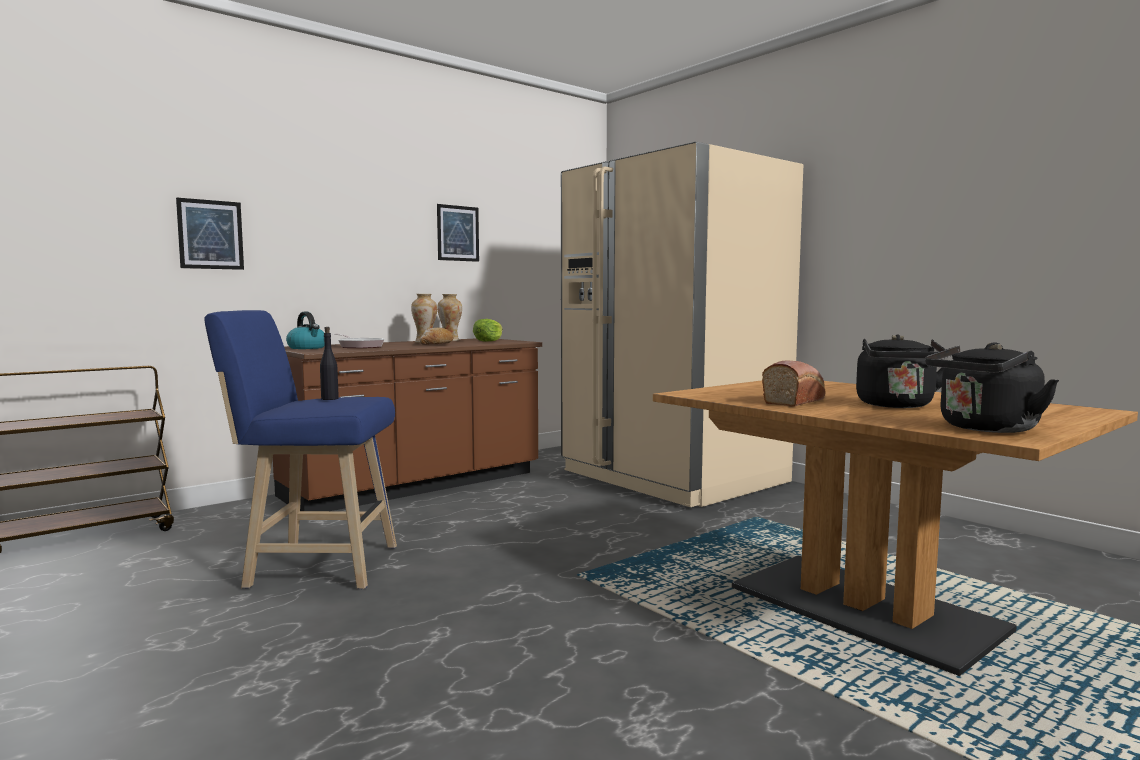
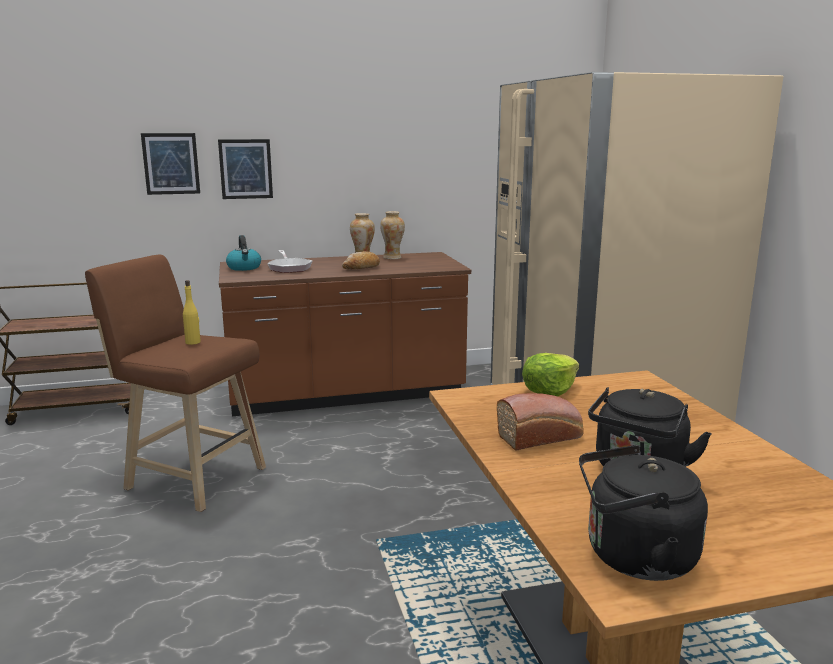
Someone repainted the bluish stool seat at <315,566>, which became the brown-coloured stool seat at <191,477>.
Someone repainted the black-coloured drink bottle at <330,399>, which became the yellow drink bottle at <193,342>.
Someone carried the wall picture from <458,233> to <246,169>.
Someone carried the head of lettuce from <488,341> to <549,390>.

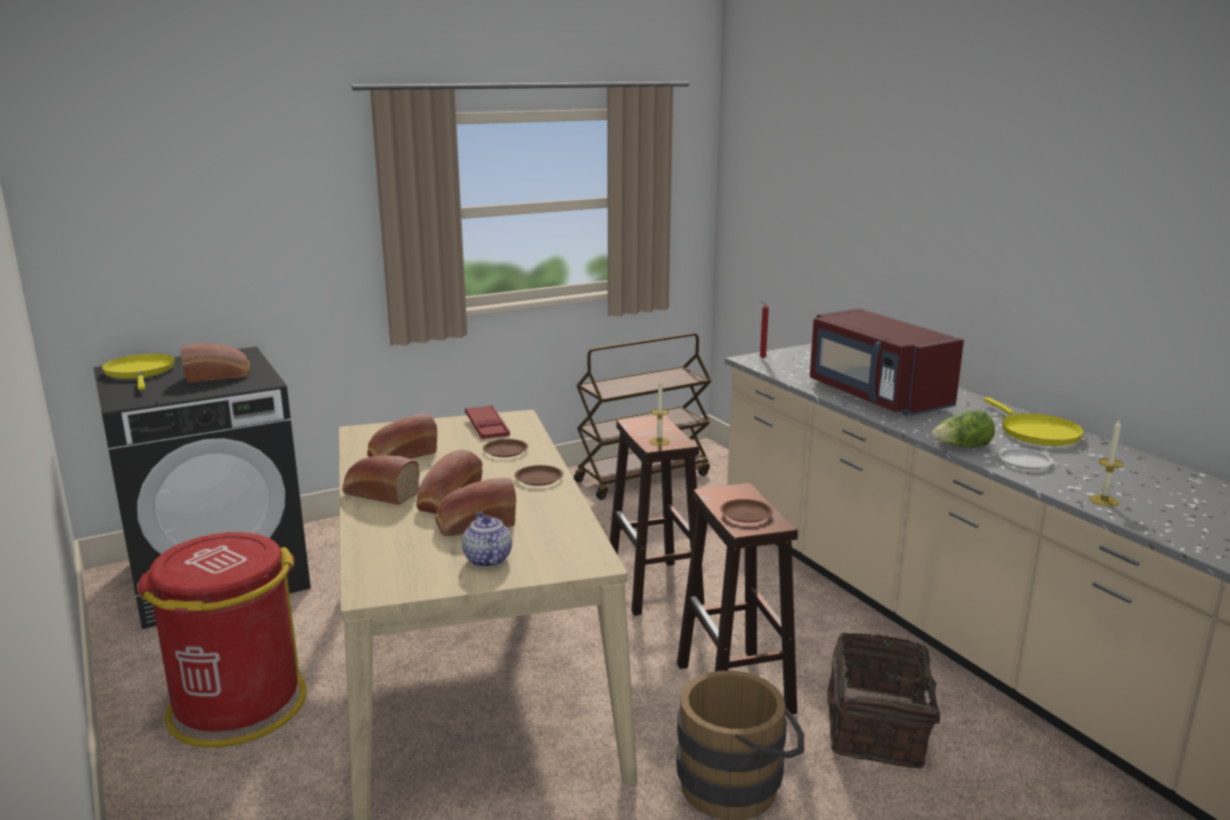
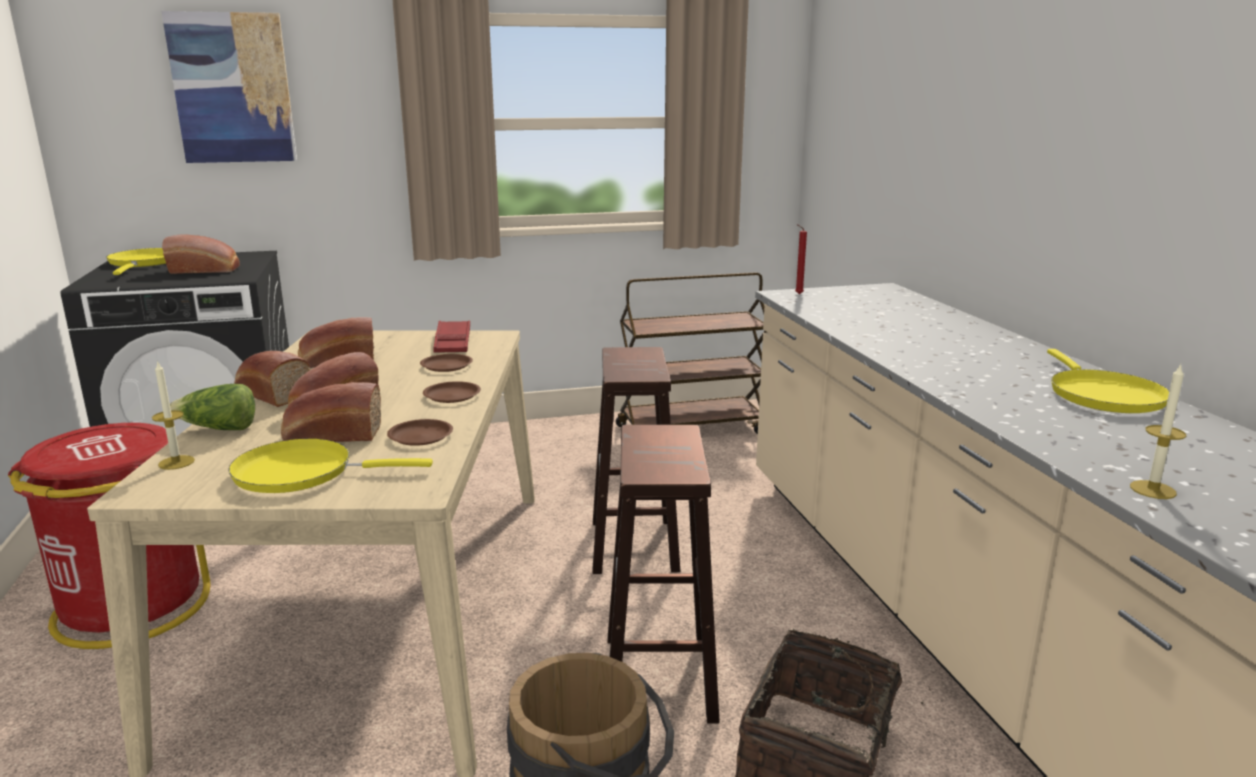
Someone carried the wax candle from <659,441> to <176,462>.
Someone put up the wall picture at <232,88>.
Someone carried the head of lettuce from <961,447> to <218,429>.
Someone swapped the pot for tea at <487,559> for the yellow frying pan at <302,473>.
Someone carried the brown-coloured plate from <746,514> to <421,436>.
Someone took away the red kitchen microwave at <875,396>.
Someone took away the whitish plate at <1025,462>.

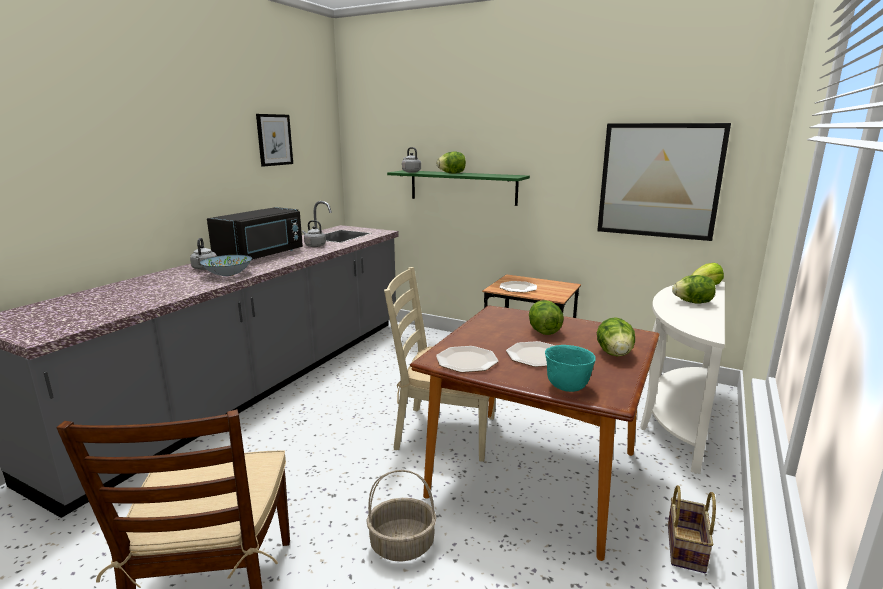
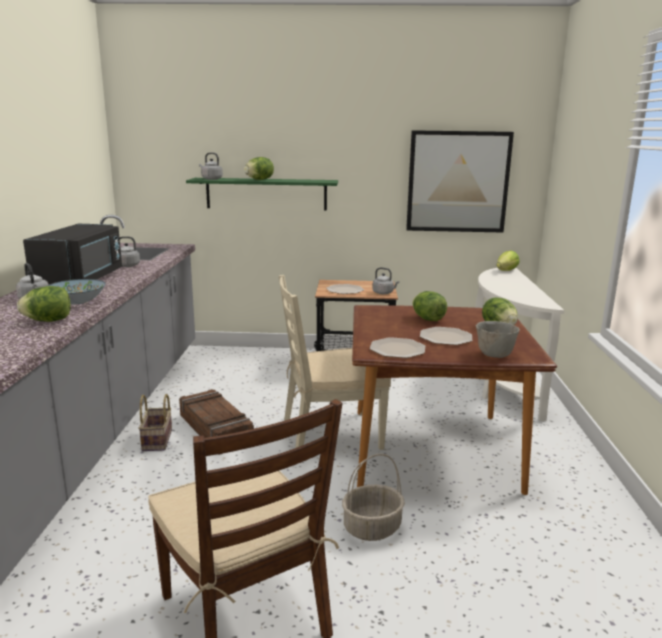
Someone carried the head of lettuce from <692,302> to <48,321>.
Someone carried the storage basket from <687,549> to <158,440>.
Someone put down the shipping crate at <216,429>.
Someone put down the greyish kettle at <384,293>.
Someone repainted the turquoise serving bowl at <566,386>, which became the greyish serving bowl at <493,355>.
Someone took away the wall picture at <274,140>.

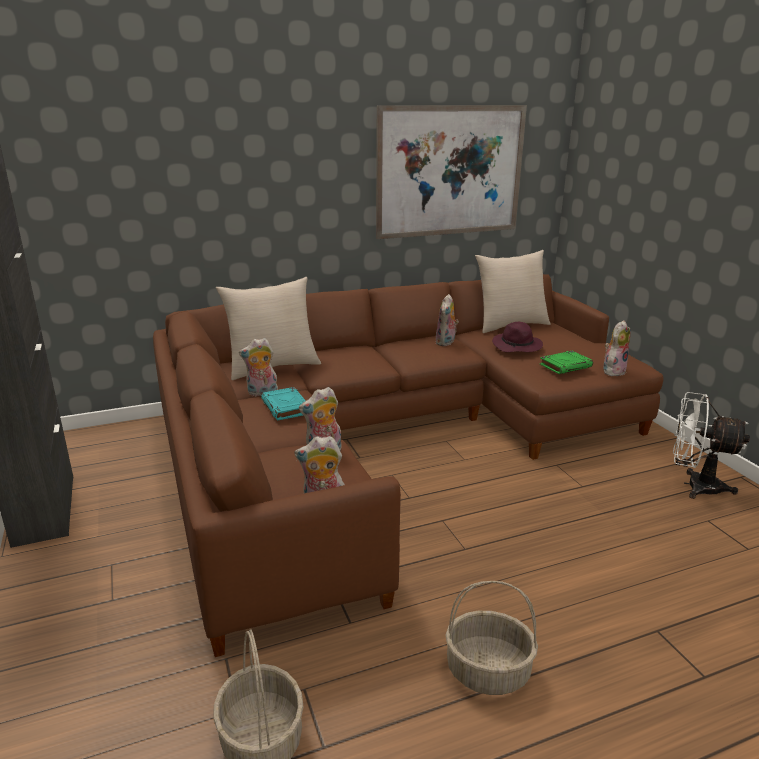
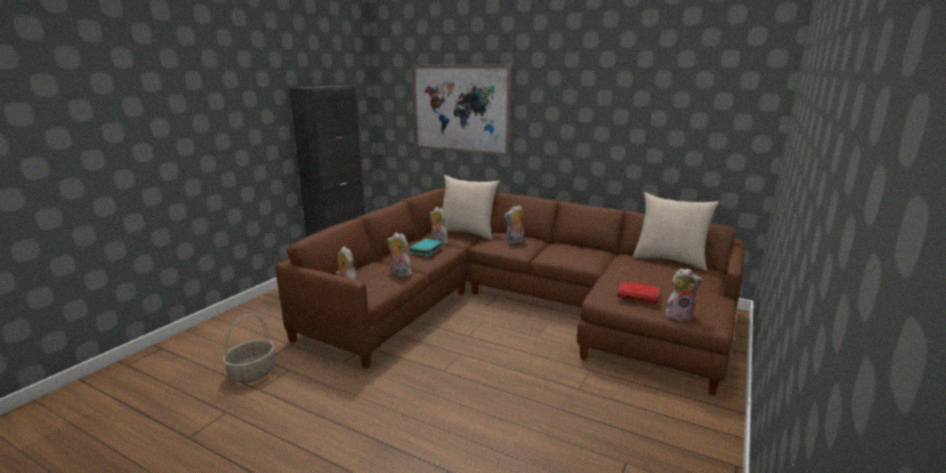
Someone carried the wall picture from <450,171> to <460,109>.
Someone carried the cuddly toy from <446,343> to <514,241>.
Someone repainted the green-coloured bound book at <565,366>, which became the red bound book at <638,295>.
Someone took away the storage basket at <487,672>.
Someone took away the purple-coloured wearable hat at <517,346>.
Someone took away the whitish fan at <694,485>.

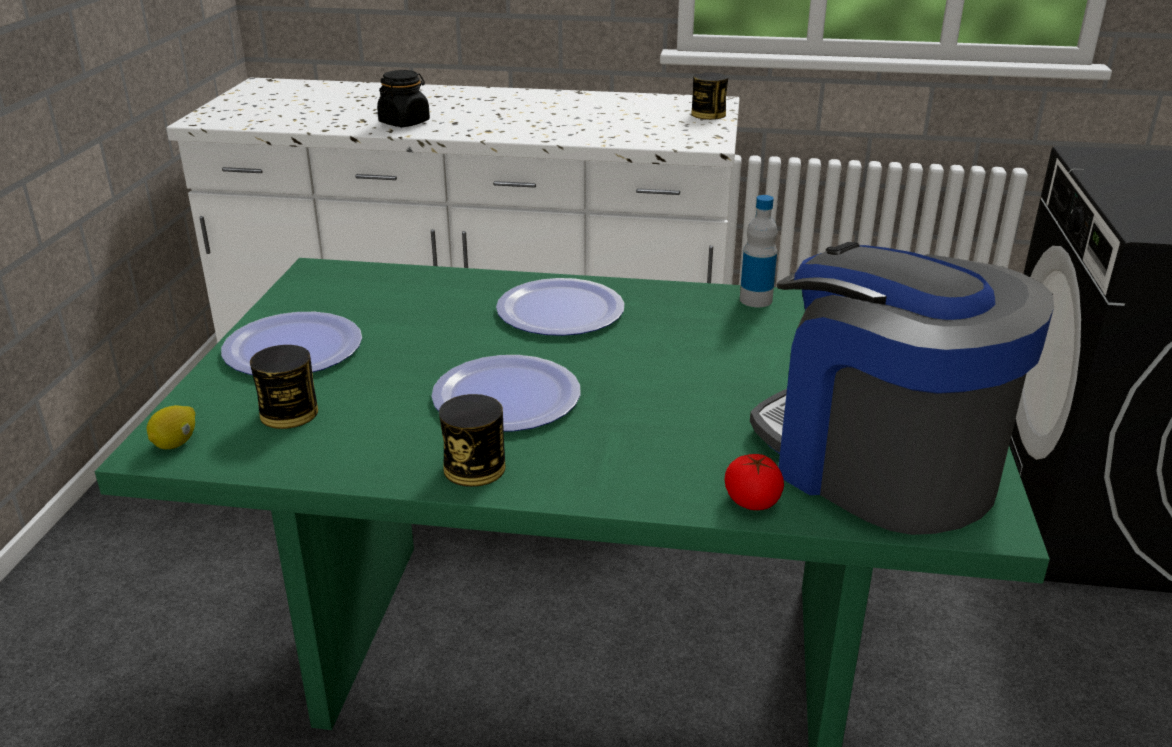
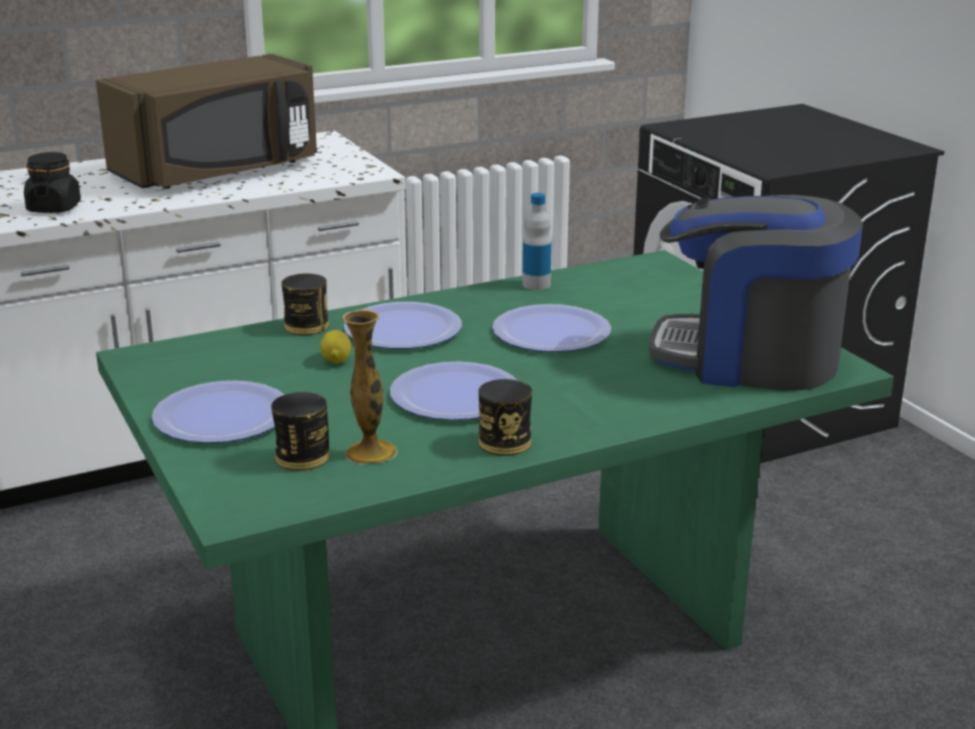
Someone put down the brown-coloured kitchen microwave at <220,171>.
Someone carried the sealed can from <708,114> to <306,326>.
Someone carried the citrus fruit from <176,443> to <336,360>.
Someone put down the flower vase at <371,452>.
Someone put down the plate at <551,332>.
Someone took away the tomato at <752,501>.

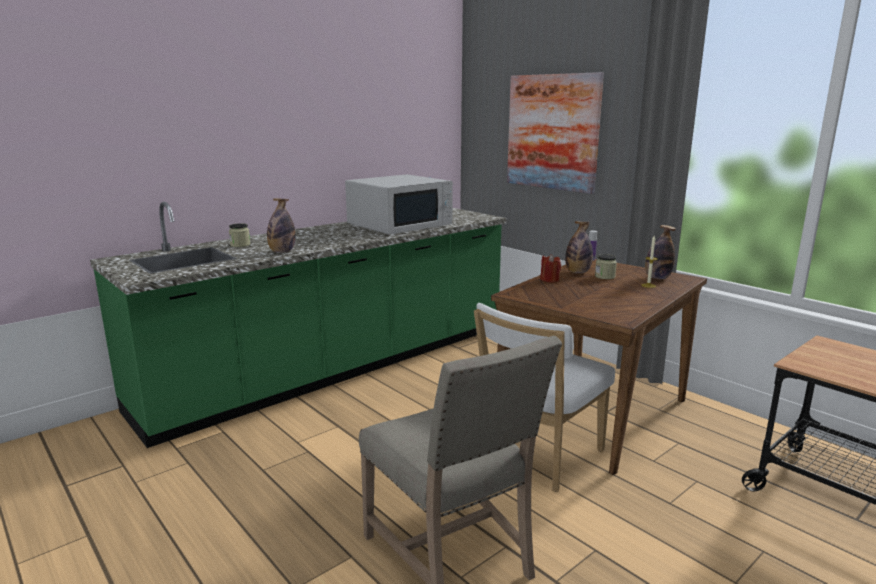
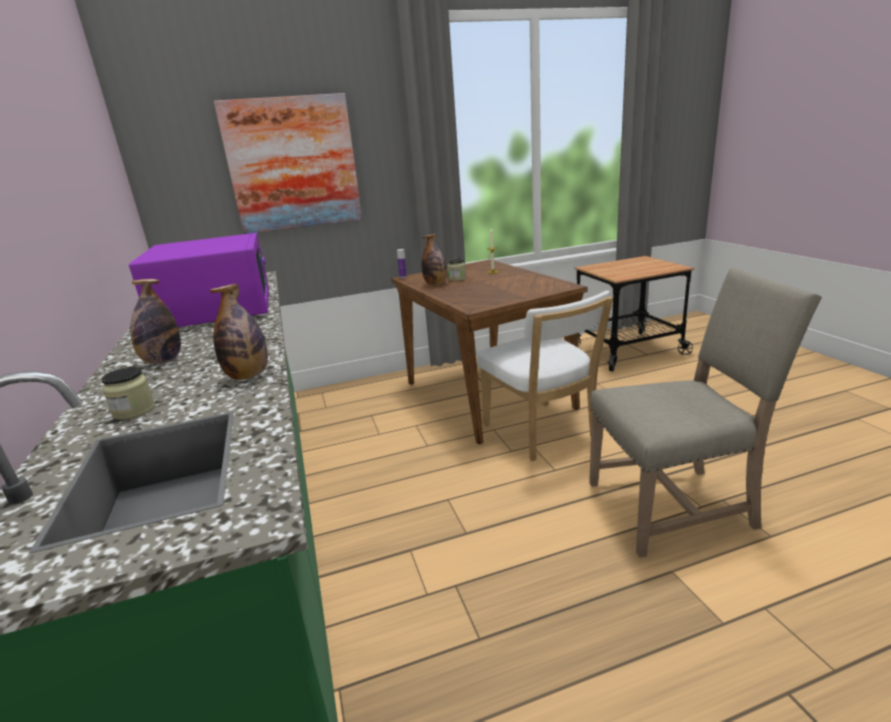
Someone repainted the whitish kitchen microwave at <400,225>, which became the purple-coloured kitchen microwave at <217,309>.
Someone carried the drink bottle from <657,278> to <163,361>.
Someone took away the red wax candle at <549,280>.

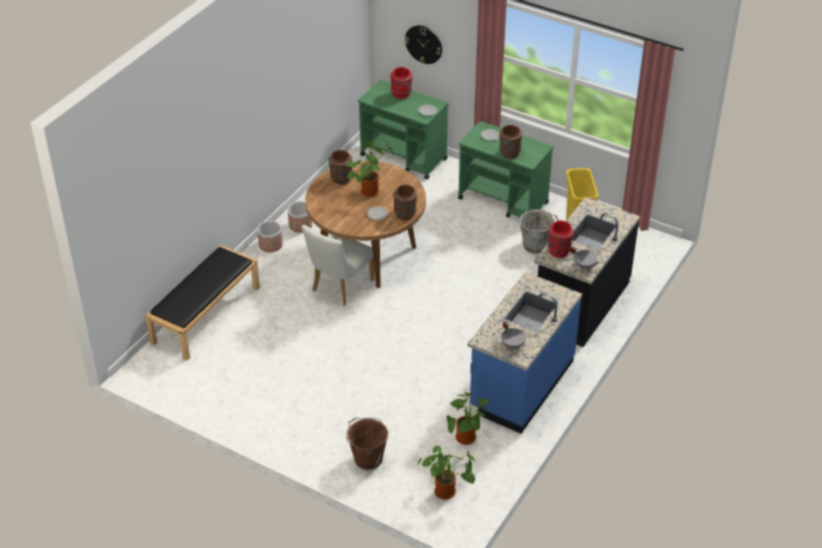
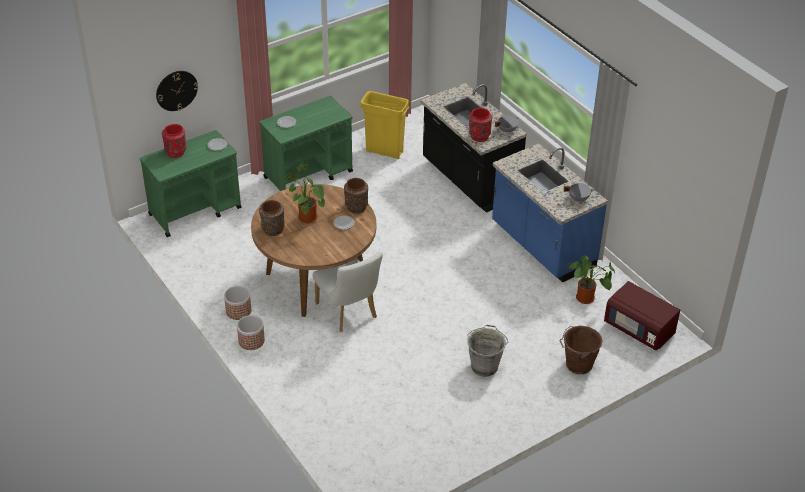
Someone carried the greyish water bucket from <536,245> to <485,366>.
Someone swapped the houseplant at <447,492> for the red kitchen microwave at <639,329>.
Someone took away the black-coloured indoor bench at <206,314>.
Someone took away the brown-coloured flower vase at <509,153>.

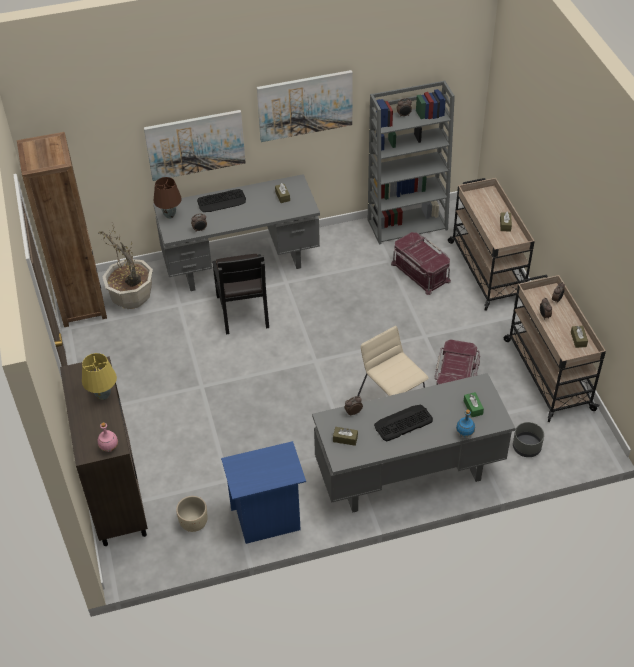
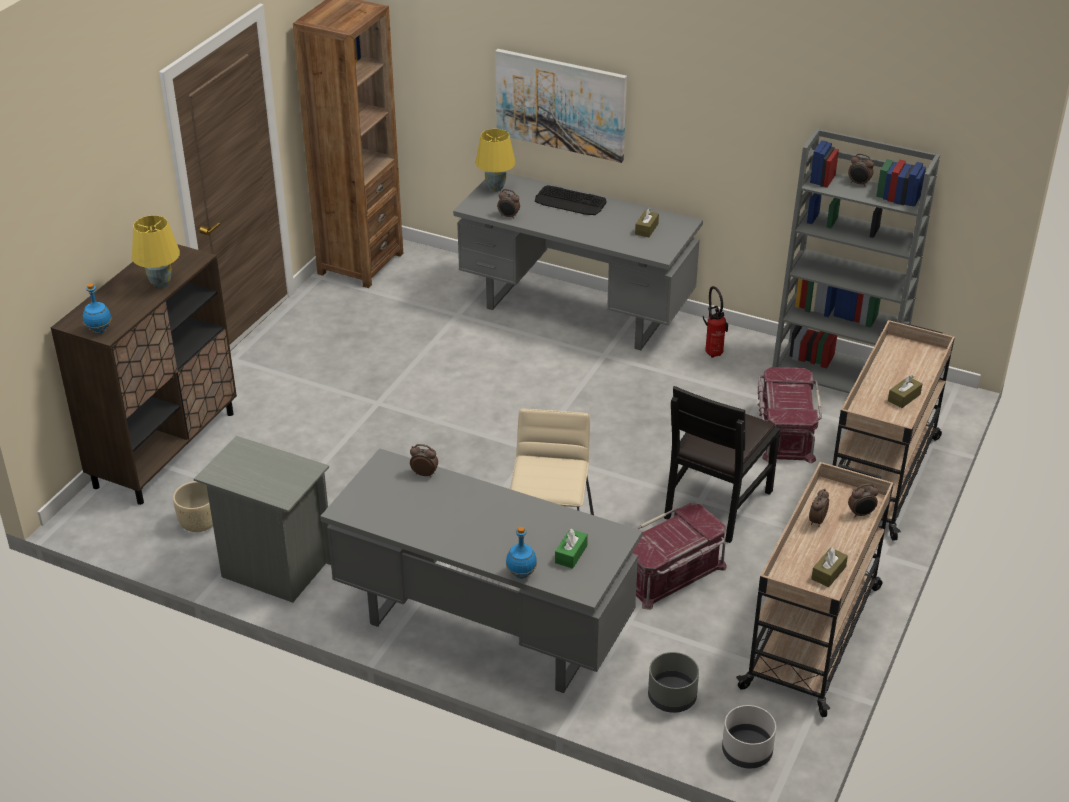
Someone repainted the pink drink bottle at <109,448>, which became the bluish drink bottle at <99,330>.
Someone repainted the bluish bedside table at <267,519>, which became the greyish bedside table at <273,569>.
Someone repainted the brown-coloured lamp for a table at <170,215>, which became the yellow lamp for a table at <496,188>.
Someone carried the black-coloured upright chair from <243,311> to <716,503>.
Someone put down the extinguisher at <713,352>.
Someone put down the greyish plant pot at <747,752>.
Someone took away the houseplant at <131,298>.
Someone took away the wall picture at <305,105>.
Someone took away the brown-coloured tissue holder at <345,439>.
Someone took away the computer keyboard at <403,423>.

